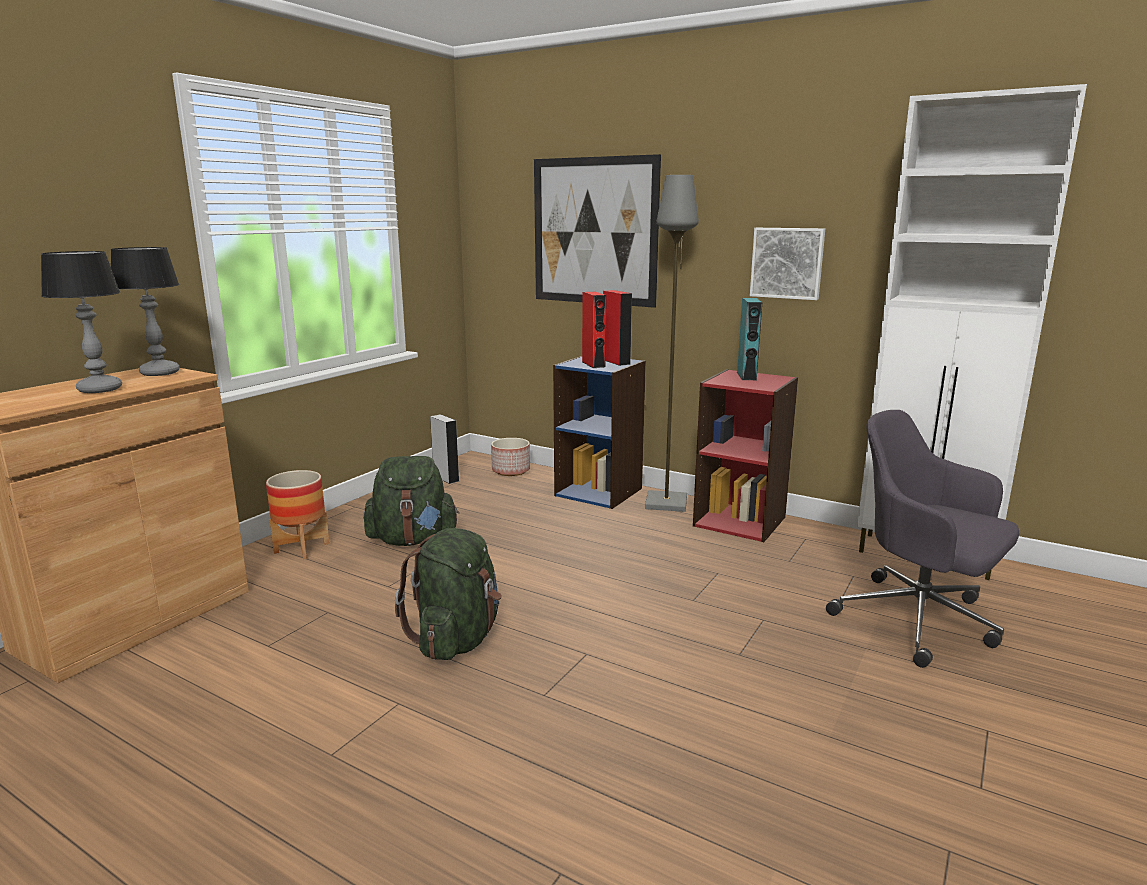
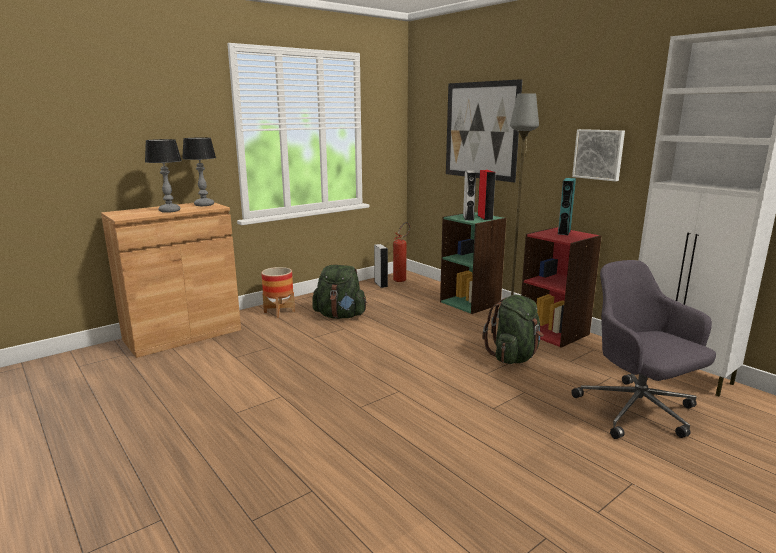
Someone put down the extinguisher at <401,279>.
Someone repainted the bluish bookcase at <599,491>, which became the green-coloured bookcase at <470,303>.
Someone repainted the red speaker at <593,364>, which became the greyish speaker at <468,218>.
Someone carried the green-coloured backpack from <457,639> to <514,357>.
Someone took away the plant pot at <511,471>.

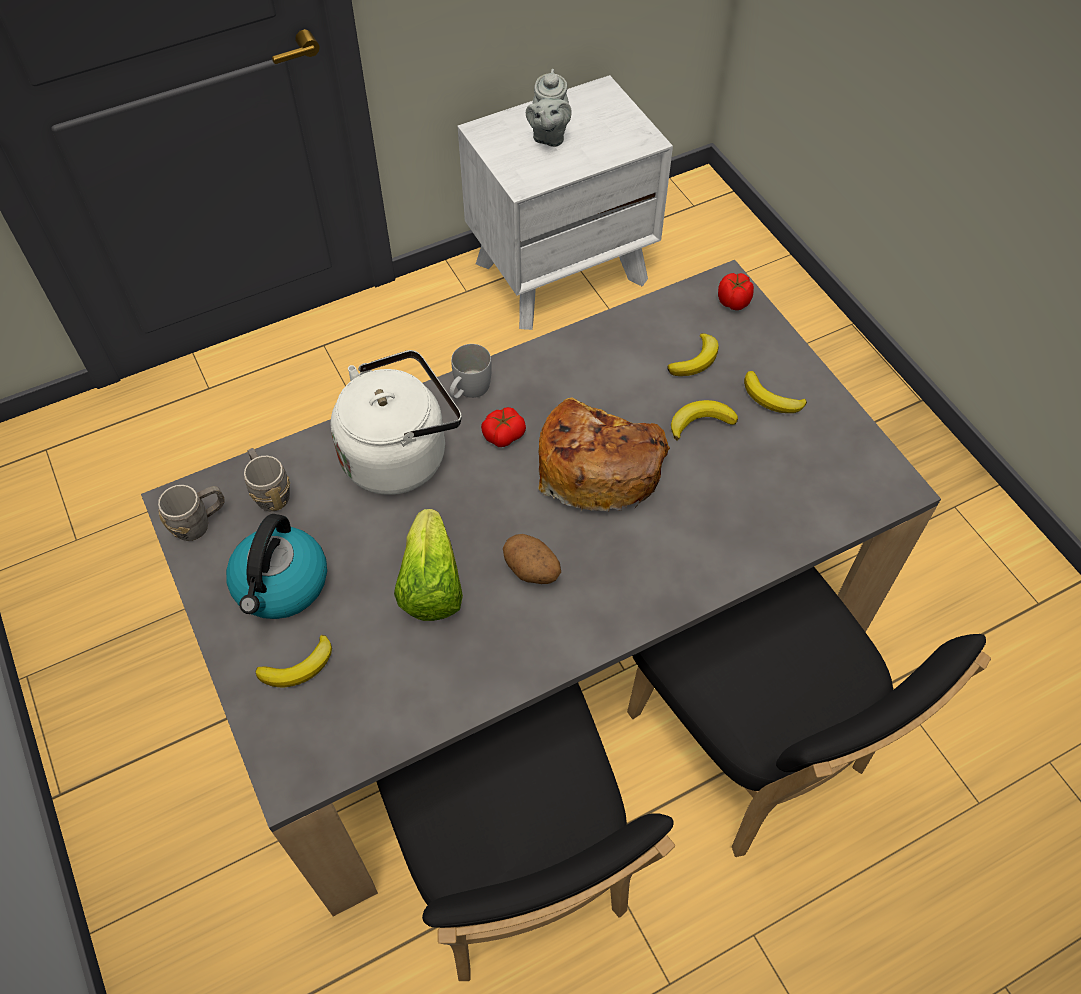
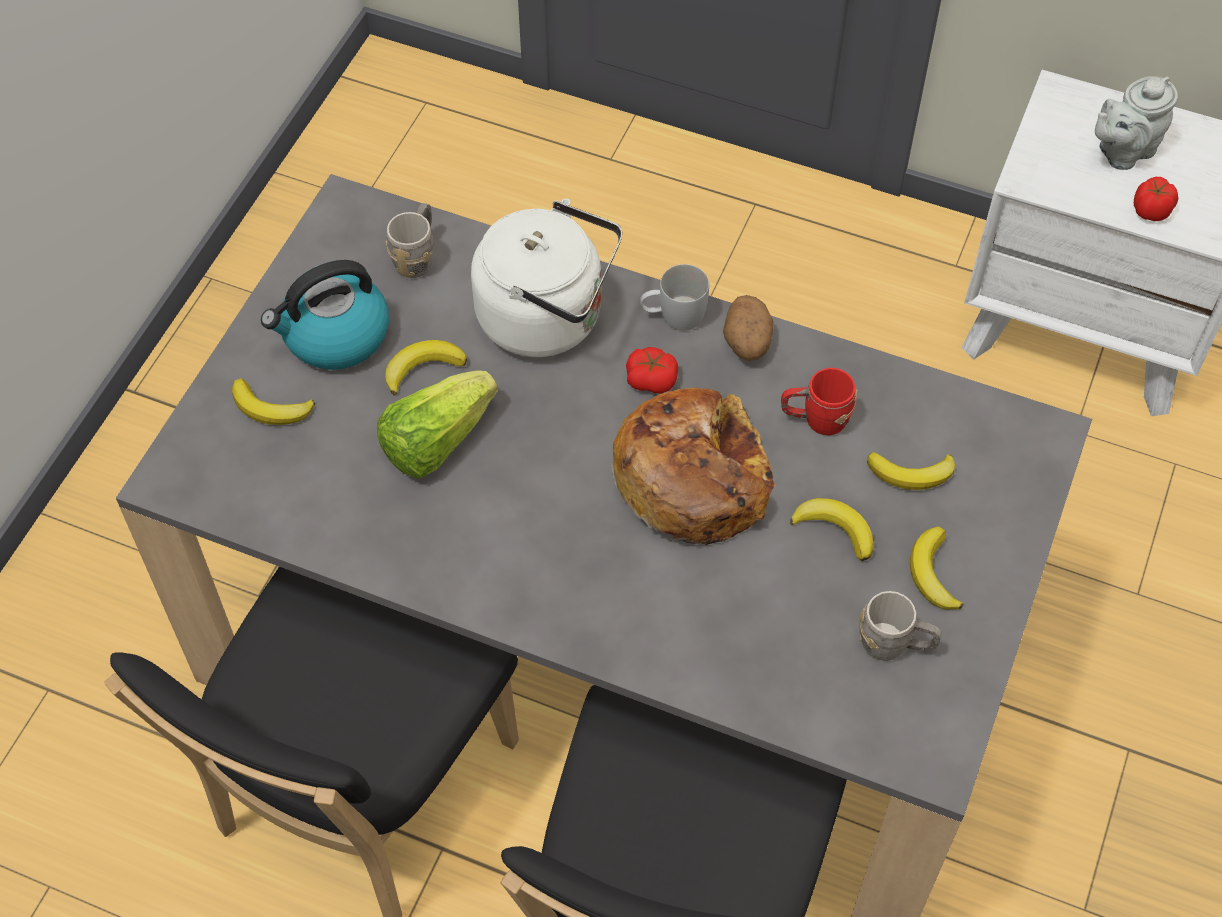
Someone put down the banana at <423,368>.
Someone carried the whole potato from <532,570> to <747,343>.
Someone put down the red tea mug at <815,419>.
Someone carried the greyish tea mug from <199,523> to <894,645>.
Someone carried the tomato from <733,302> to <1150,211>.

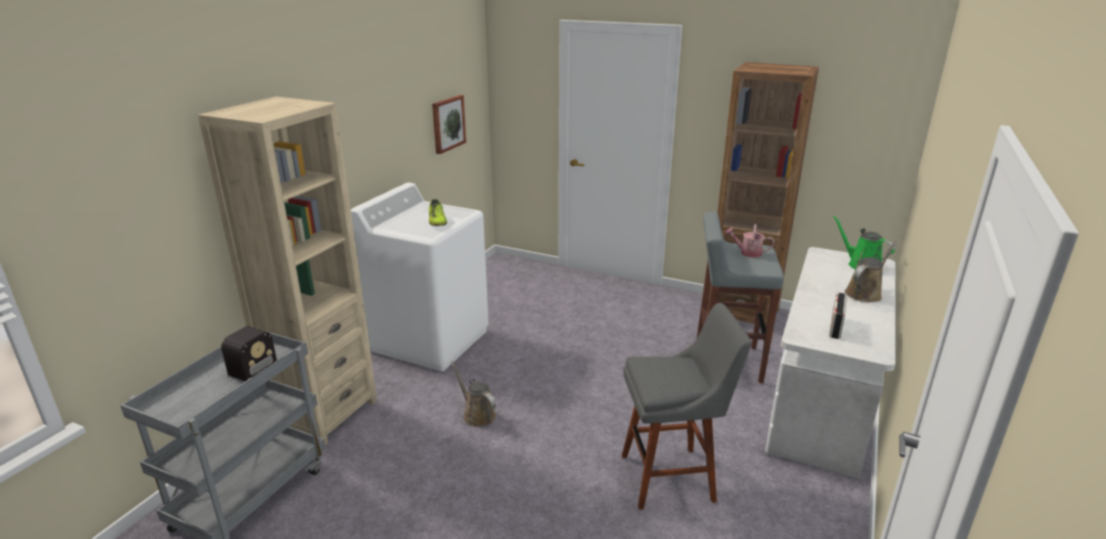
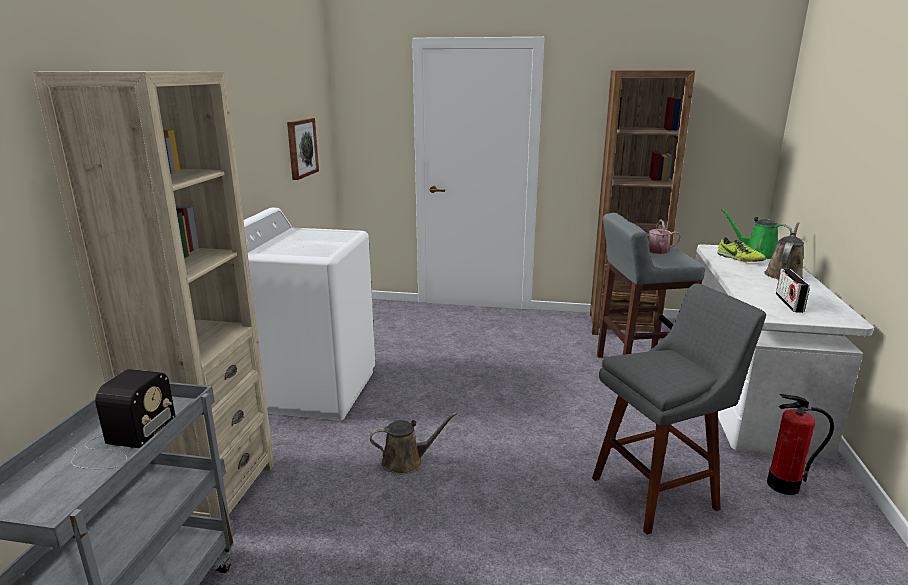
Someone rotated the brown-coloured watering pot at <477,414> by 135 degrees clockwise.
Someone carried the low shoe from <437,222> to <739,259>.
Someone put down the extinguisher at <783,485>.

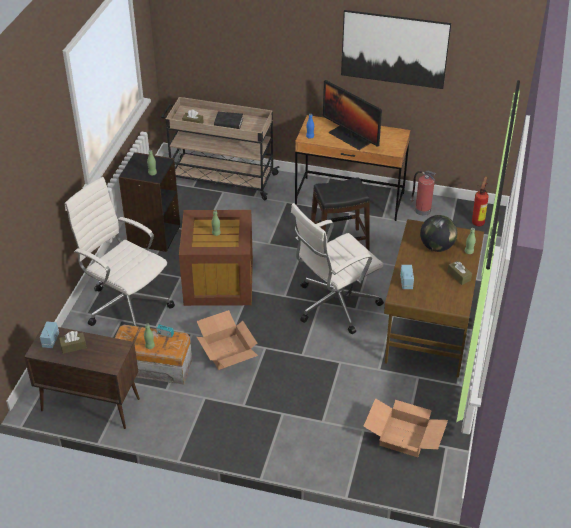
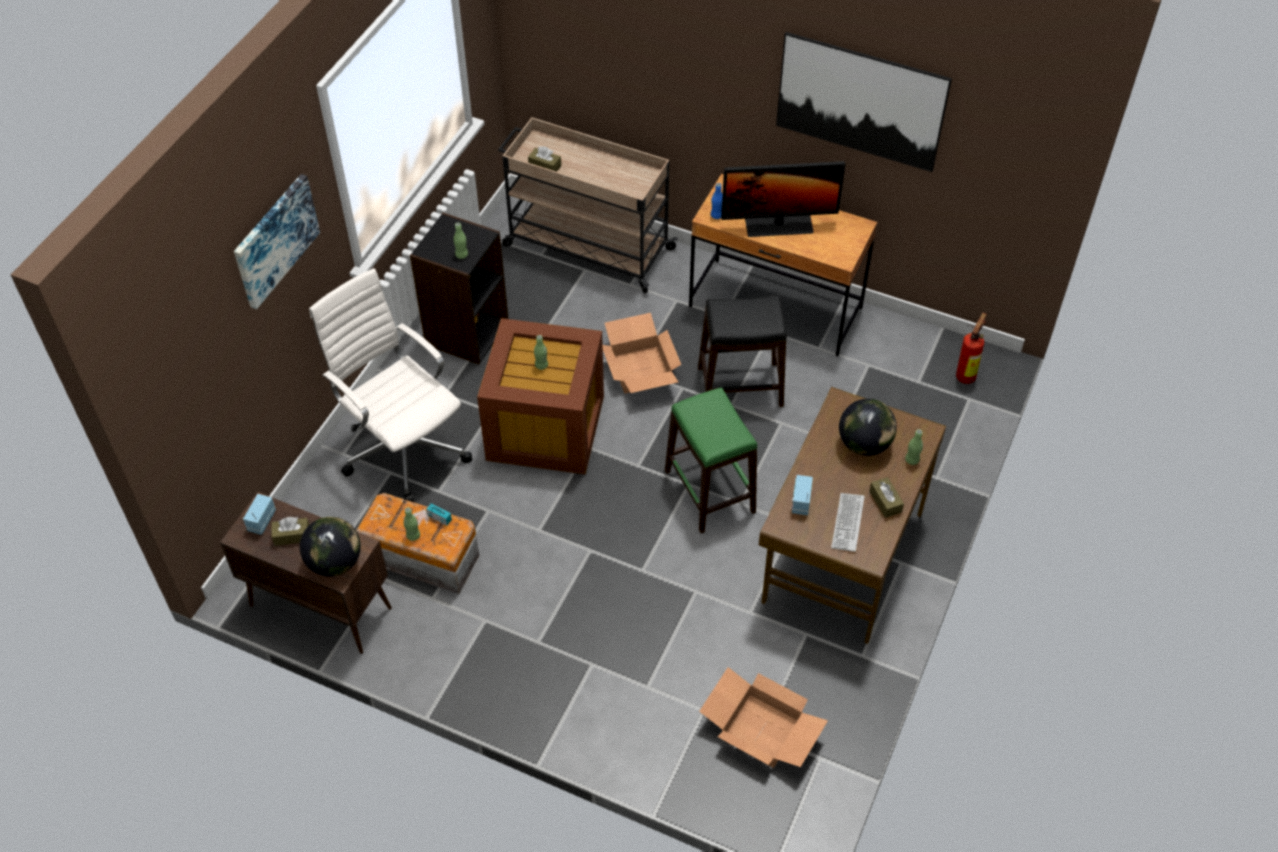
Someone put up the wall picture at <274,240>.
Someone put down the desk globe at <335,562>.
Someone carried the carton from <226,351> to <639,369>.
Someone swapped the whitish computer chair at <334,305> for the green-coloured stool seat at <709,492>.
Someone rotated the monitor at <350,137> by 60 degrees counterclockwise.
Someone put down the computer keyboard at <847,523>.
Someone took away the black-coloured bound book at <228,123>.
Someone took away the extinguisher at <422,210>.

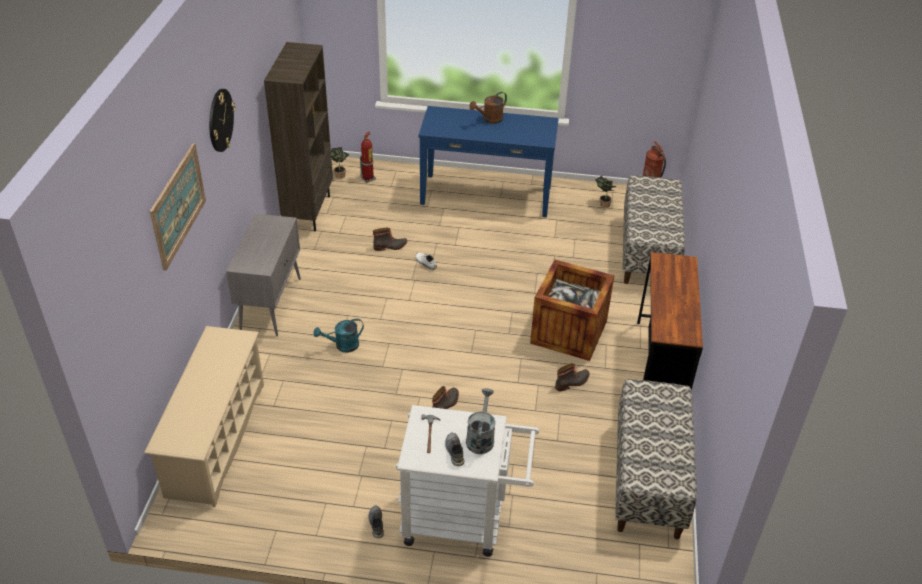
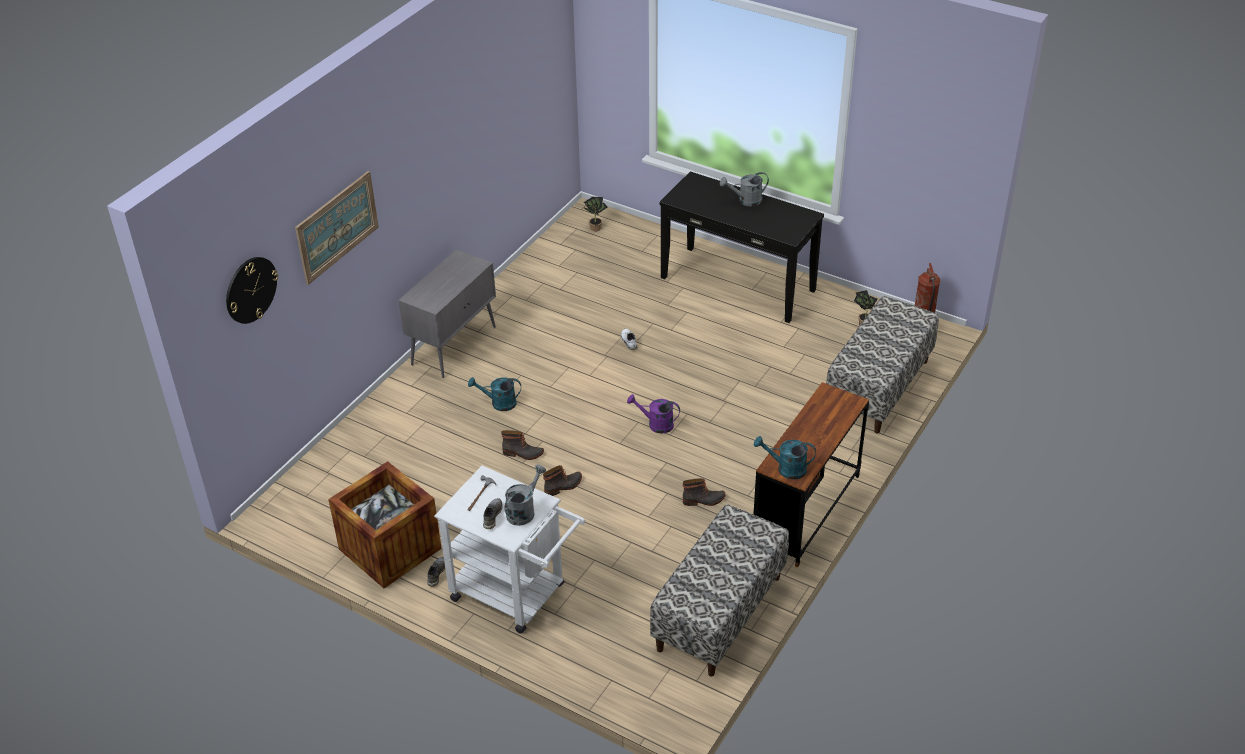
Someone carried the hanging clock from <220,120> to <250,289>.
Someone carried the shipping crate from <569,332> to <390,549>.
Someone carried the boot from <390,246> to <523,454>.
Someone put down the purple-coloured watering pot at <656,424>.
Someone repainted the bluish narrow table at <486,195>, which became the black-coloured narrow table at <738,283>.
Someone repainted the brown-coloured watering pot at <489,120>, which became the greyish watering pot at <746,201>.
Someone put down the turquoise watering pot at <786,469>.
Someone took away the beige shoe shelf at <216,439>.
Someone took away the brown-coloured bookcase at <308,211>.
Someone took away the extinguisher at <368,178>.

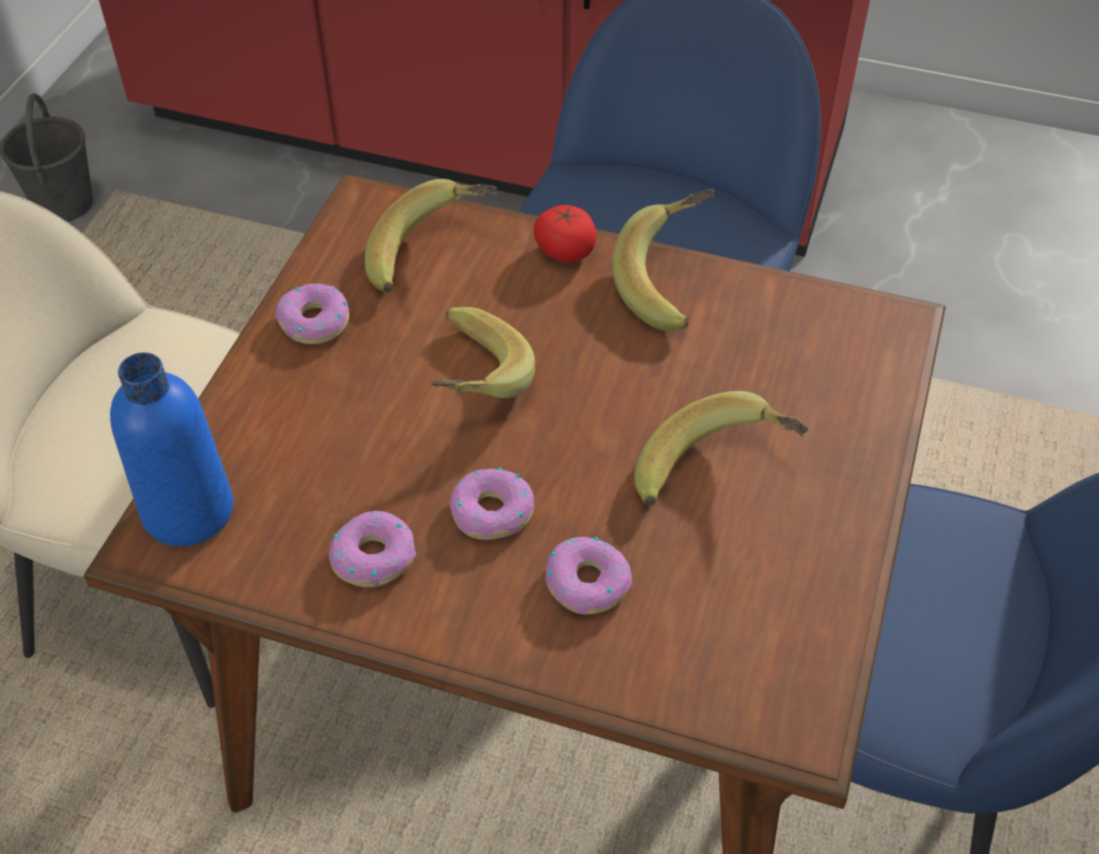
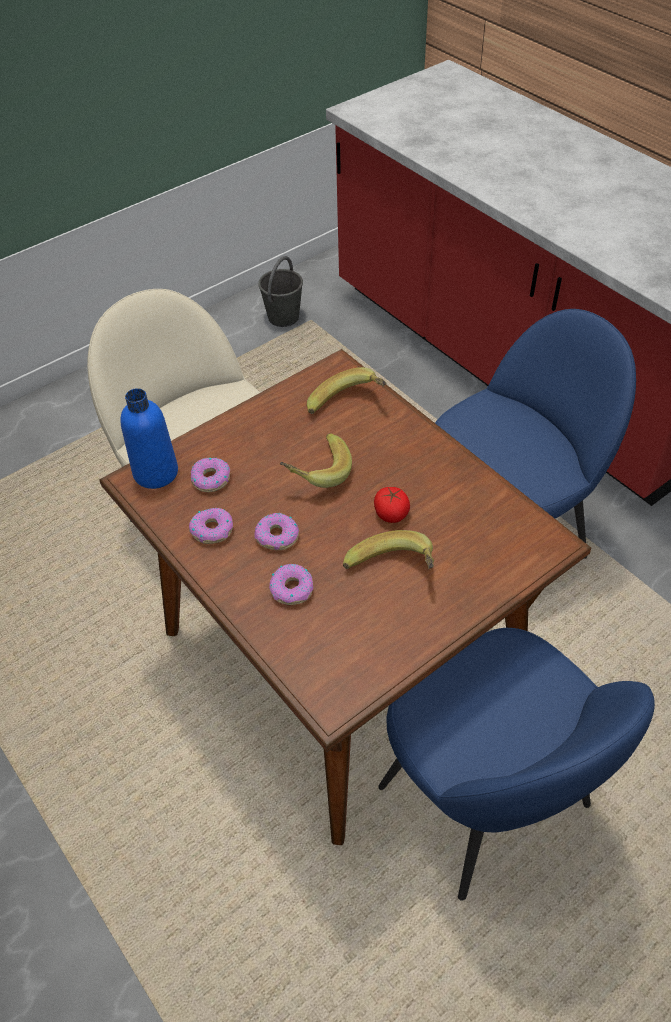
Someone carried the donut from <314,322> to <210,479>.
Someone carried the tomato from <565,250> to <391,513>.
Someone took away the banana at <673,282>.

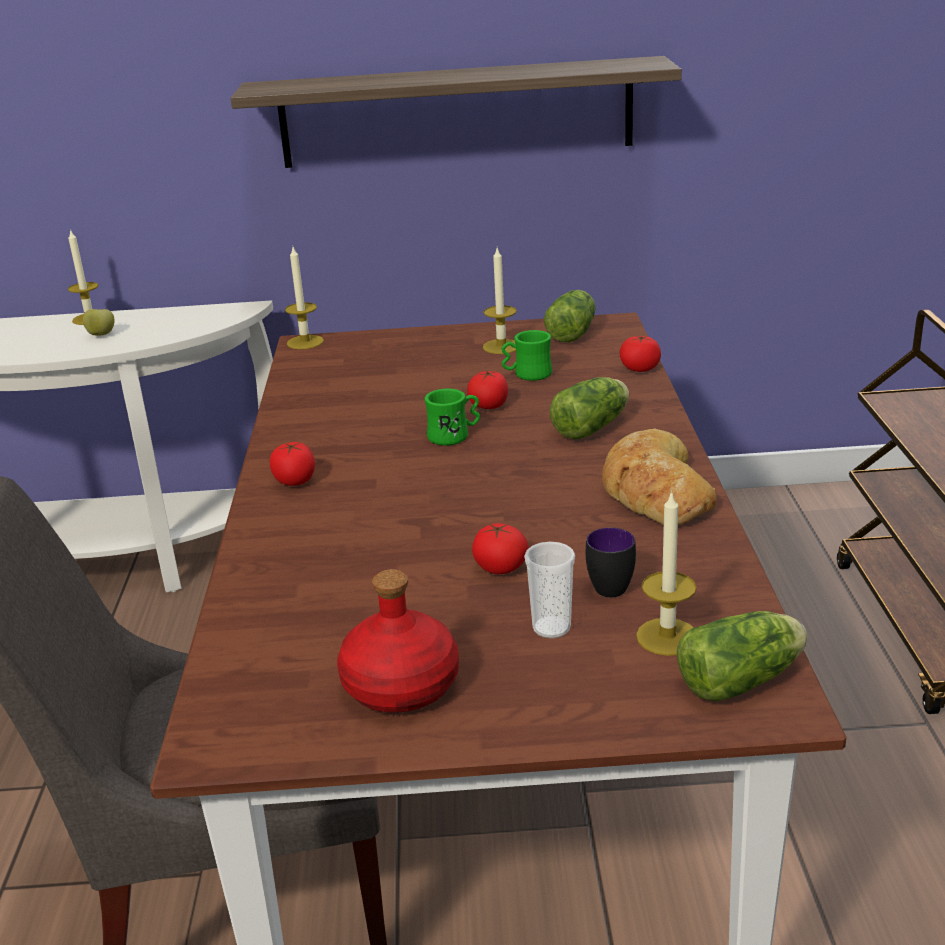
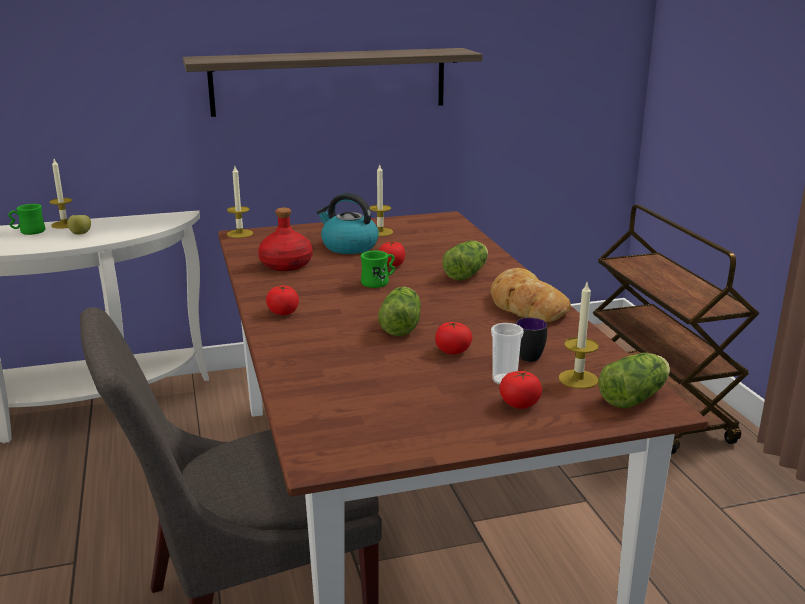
Someone carried the green-coloured tea mug from <527,375> to <28,232>.
Someone carried the red drink bottle from <400,685> to <285,264>.
Someone put down the kettle at <348,246>.
Someone carried the head of lettuce from <573,332> to <401,325>.
Someone carried the tomato from <639,369> to <519,404>.

